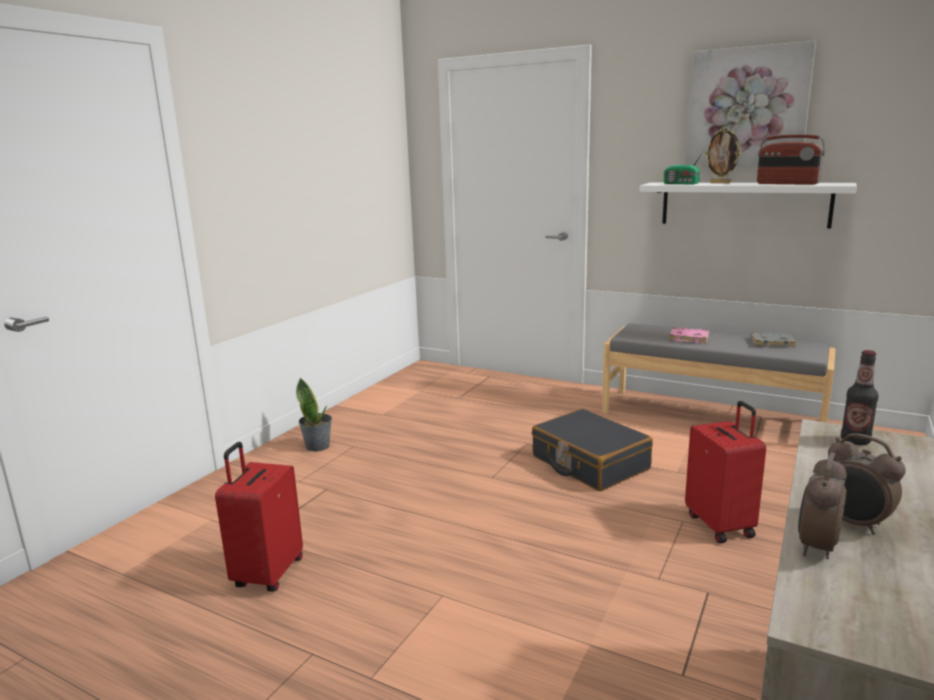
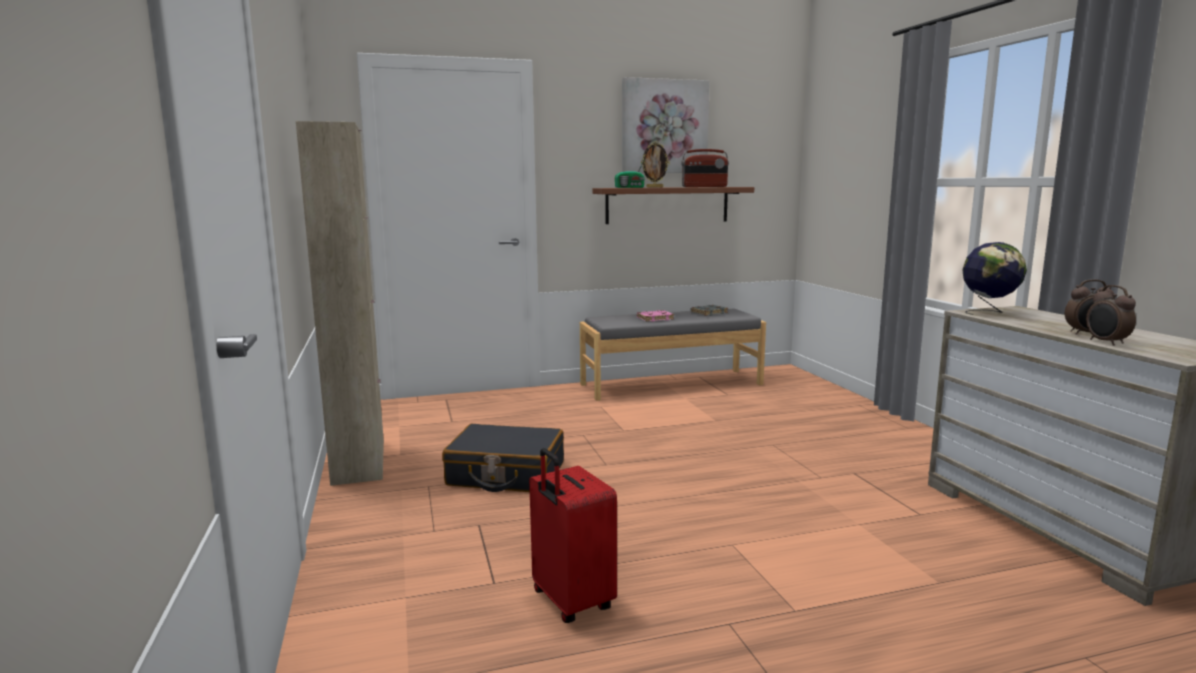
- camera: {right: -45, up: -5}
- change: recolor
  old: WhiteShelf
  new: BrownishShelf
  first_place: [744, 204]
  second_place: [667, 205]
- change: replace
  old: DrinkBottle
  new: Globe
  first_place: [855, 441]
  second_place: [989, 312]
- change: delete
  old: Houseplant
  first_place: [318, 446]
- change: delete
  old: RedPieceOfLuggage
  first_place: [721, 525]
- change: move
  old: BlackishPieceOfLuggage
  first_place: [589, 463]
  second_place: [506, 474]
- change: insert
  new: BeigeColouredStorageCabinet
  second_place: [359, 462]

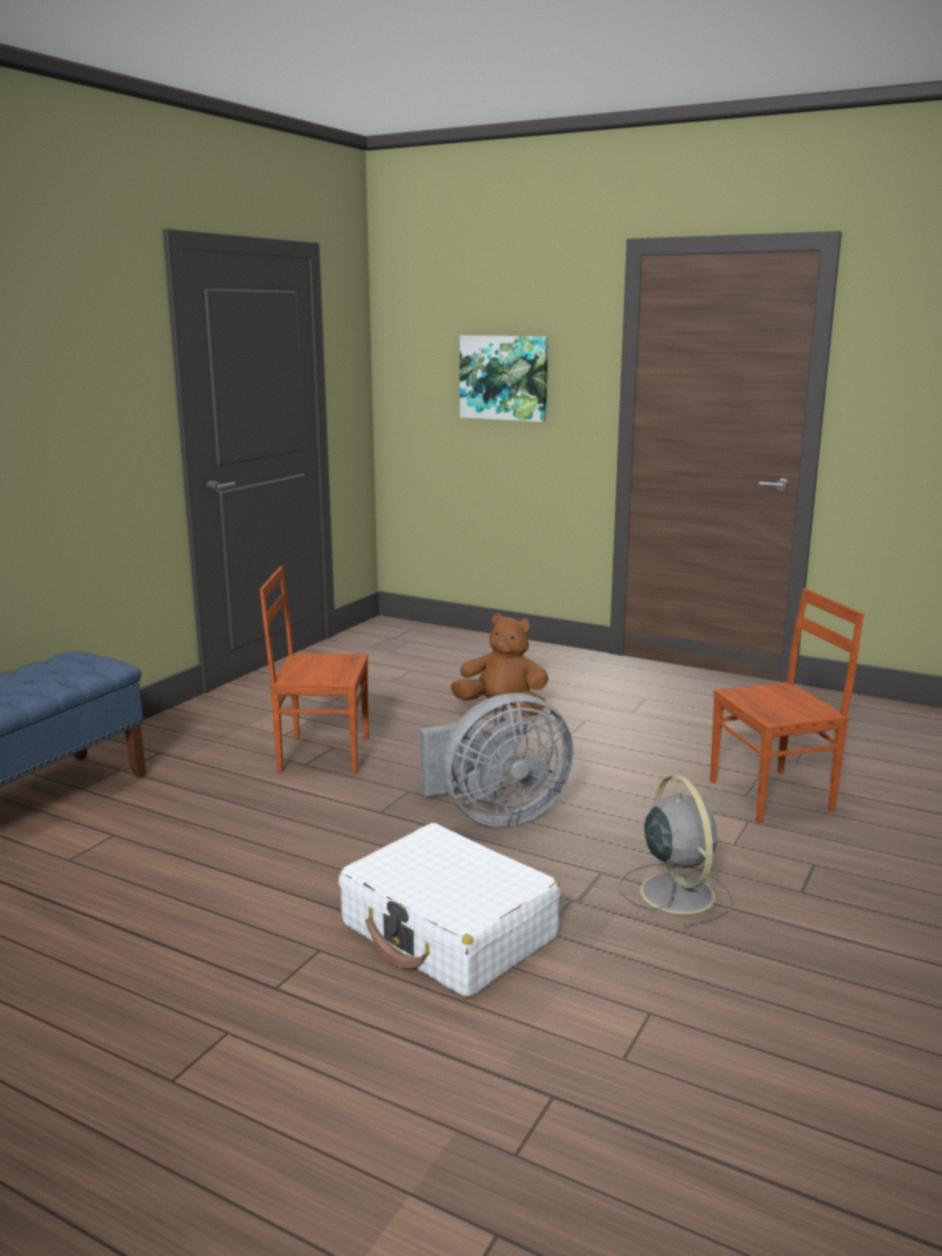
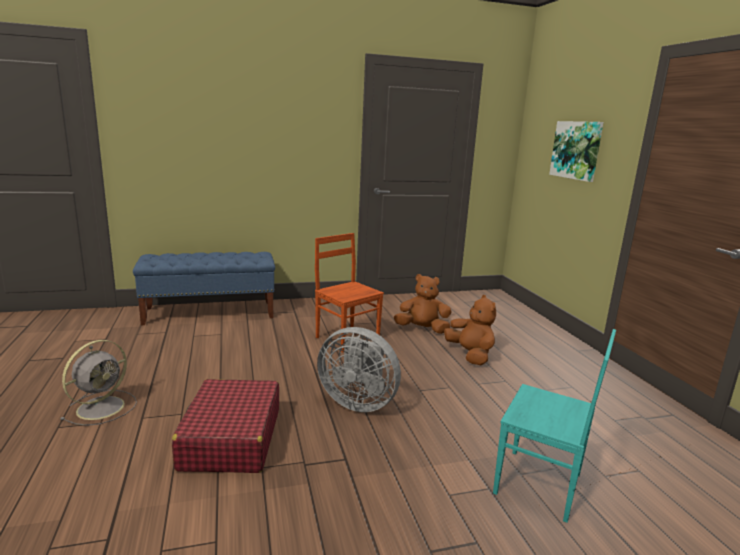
- camera: {right: 45, up: 0}
- change: recolor
  old: BrownishUprightChair
  new: TurquoiseUprightChair
  first_place: [773, 796]
  second_place: [539, 485]
- change: move
  old: GreyElectricFan
  first_place: [675, 892]
  second_place: [102, 407]
- change: recolor
  old: WhitePieceOfLuggage
  new: RedPieceOfLuggage
  first_place: [449, 932]
  second_place: [231, 439]
- change: insert
  new: BrownishPlushToy
  second_place: [422, 329]

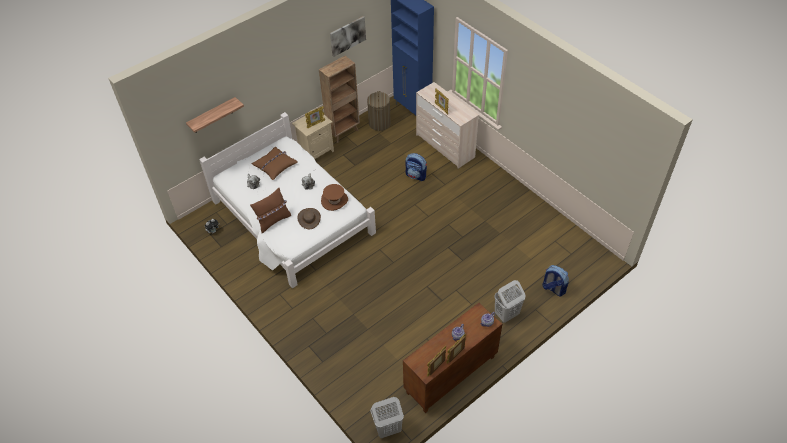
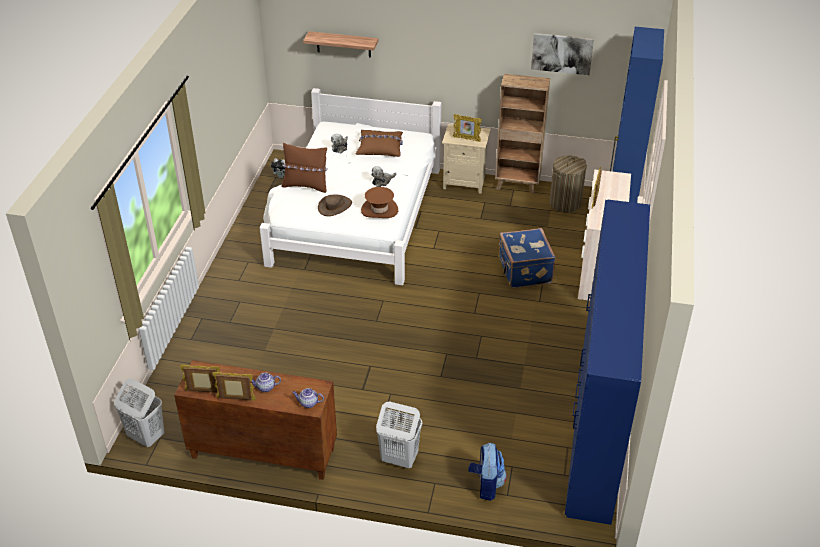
- camera: {right: 50, up: -10}
- change: replace
  old: Backpack
  new: BluishPieceOfLuggage
  first_place: [416, 175]
  second_place: [523, 271]
- change: insert
  new: BluishWardrobe
  second_place: [596, 423]

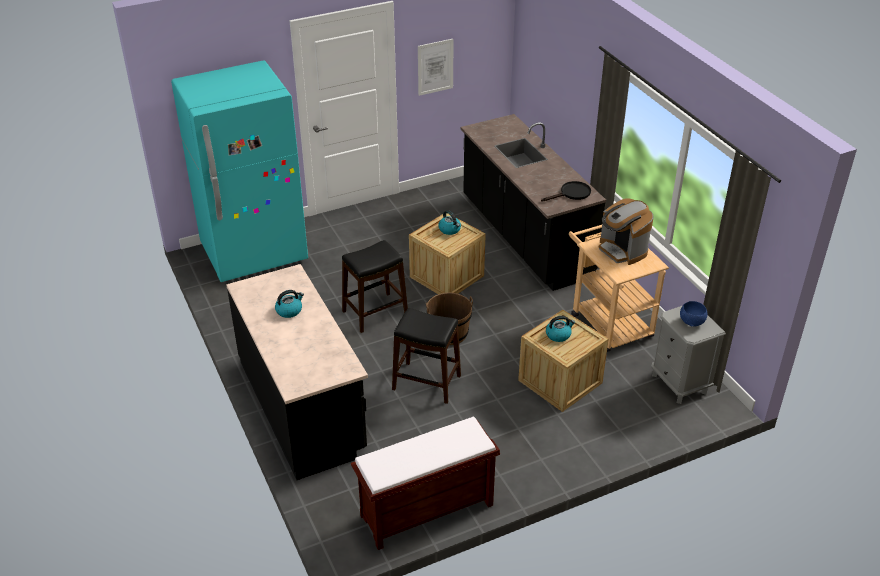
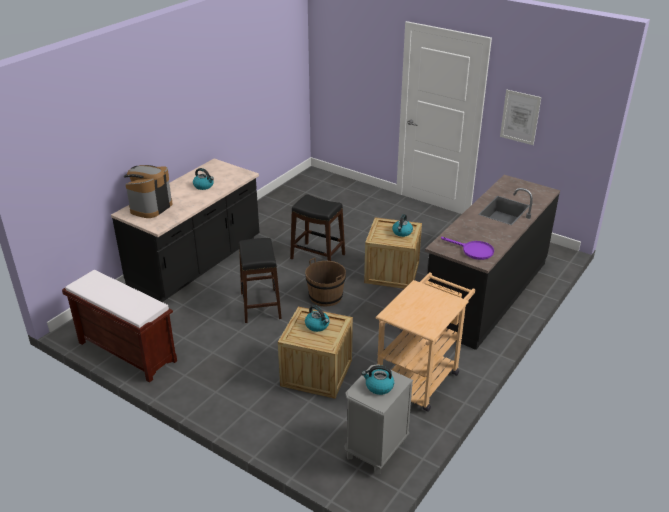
- camera: {right: 60, up: -5}
- change: delete
  old: TurquoiseKitchenFridge
  first_place: [254, 254]
- change: recolor
  old: BlackishSkillet
  new: PurpleColouredSkillet
  first_place: [571, 194]
  second_place: [473, 251]
- change: move
  old: CoffeeMachine
  first_place: [622, 250]
  second_place: [150, 207]
- change: replace
  old: BluishDeepDish
  new: TeaKettle
  first_place: [692, 322]
  second_place: [379, 386]

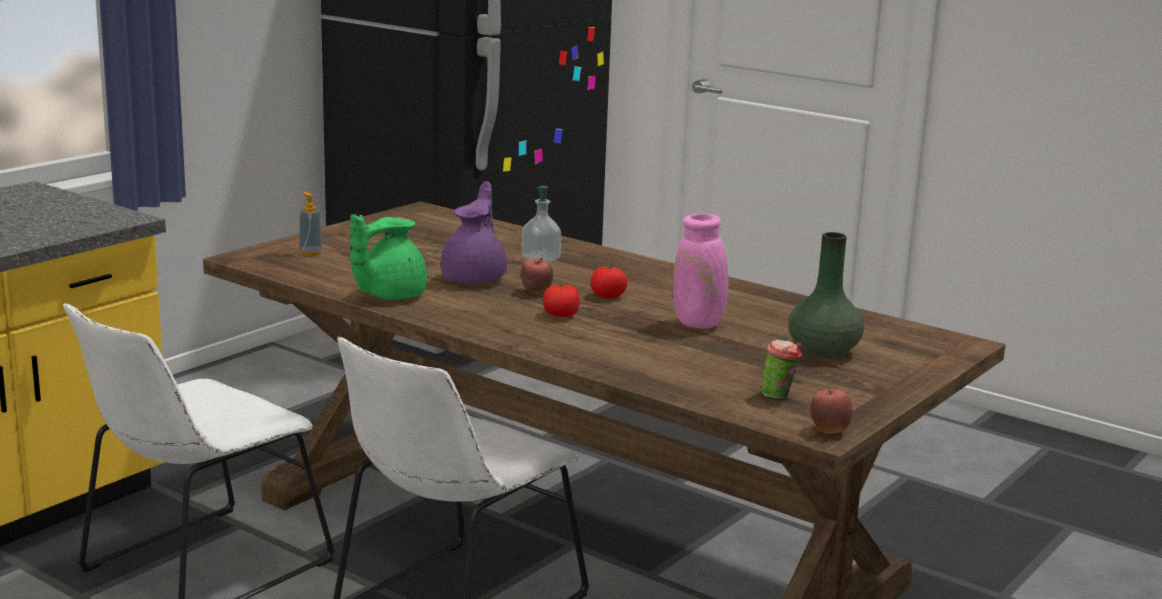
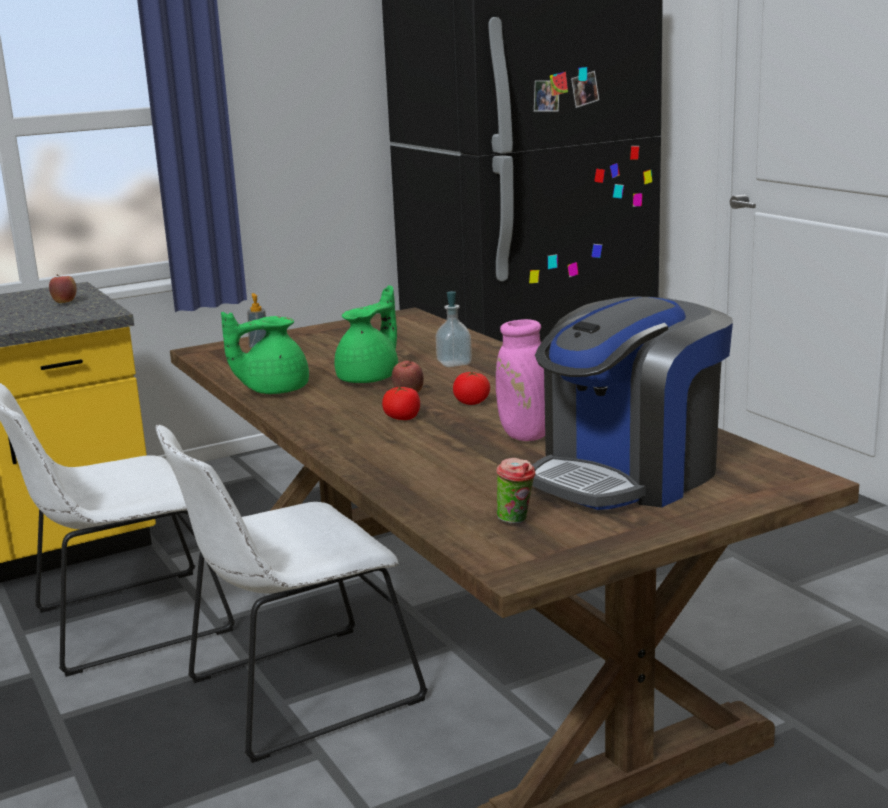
- camera: {right: 25, up: 0}
- change: recolor
  old: PurpleColouredPotForTea
  new: GreenPotForTea
  first_place: [475, 278]
  second_place: [370, 378]
- change: replace
  old: GreenDecorativeVase
  new: CoffeeMachine
  first_place: [824, 351]
  second_place: [628, 475]
- change: move
  old: Apple
  first_place: [829, 431]
  second_place: [65, 303]

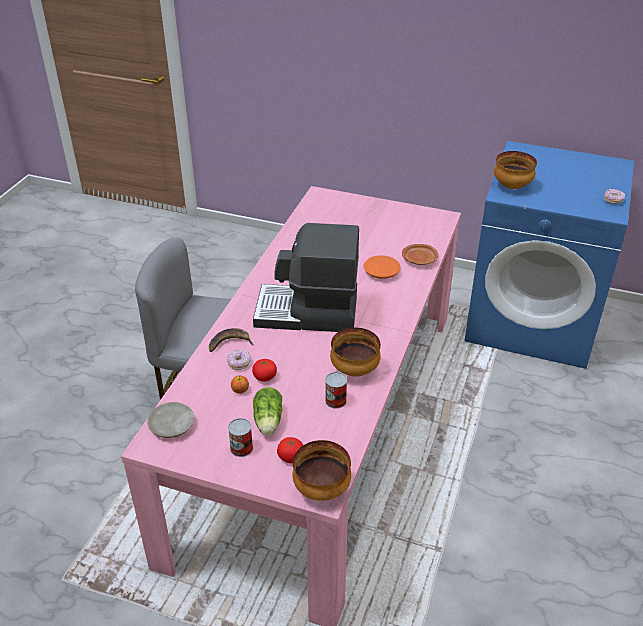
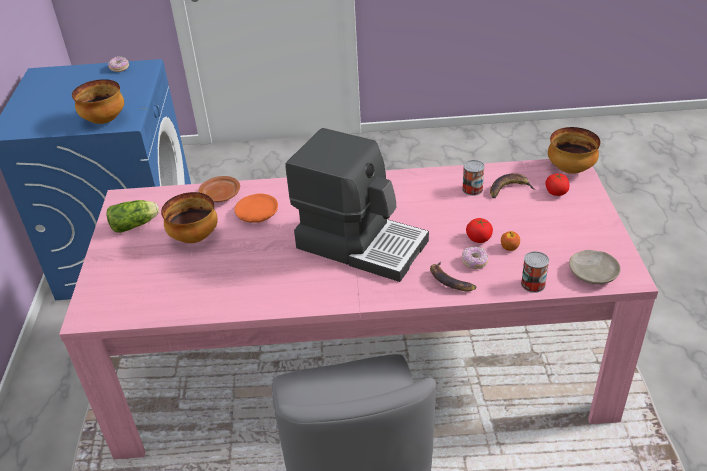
- camera: {right: -110, up: 0}
- change: rotate
  old: CoffeeMachine
  first_place: [307, 313]
  second_place: [361, 243]
  degrees: -45
- change: move
  old: DeepDish
  first_place: [354, 370]
  second_place: [195, 237]
- change: move
  old: LettuceHead
  first_place: [268, 422]
  second_place: [136, 225]
- change: move
  old: SealedCan
  first_place: [241, 448]
  second_place: [533, 284]
- change: insert
  new: BananaFruit
  second_place: [509, 189]

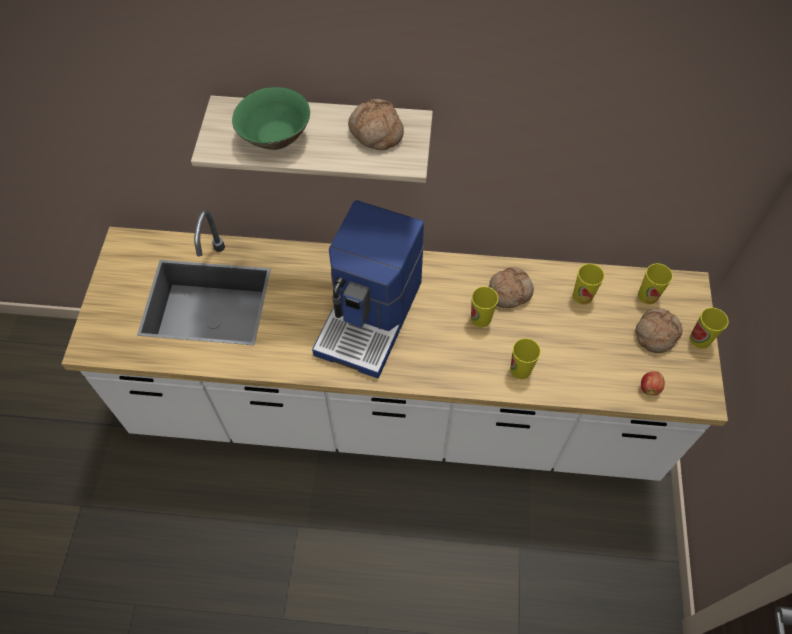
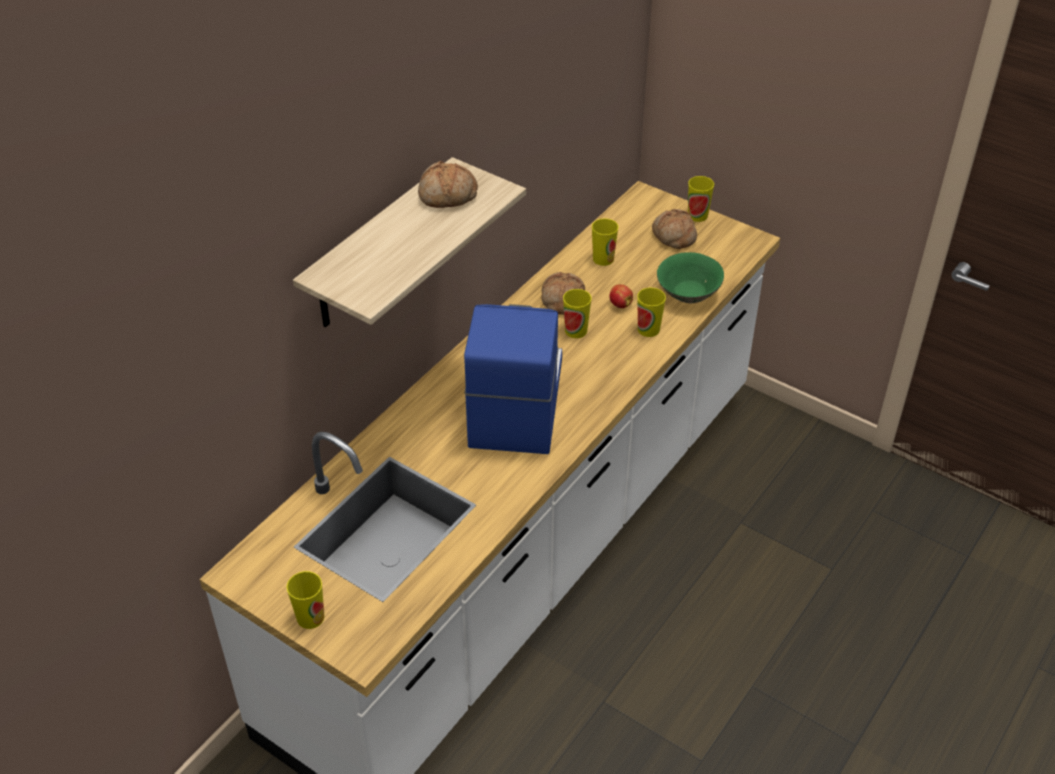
- camera: {right: -60, up: -15}
- change: move
  old: GreenDeepDish
  first_place: [275, 136]
  second_place: [688, 294]
- change: rotate
  old: CoffeeMachine
  first_place: [371, 317]
  second_place: [514, 403]
  degrees: -135
- change: move
  old: Cup
  first_place: [647, 295]
  second_place: [310, 617]
- change: move
  old: Apple
  first_place: [649, 387]
  second_place: [620, 304]

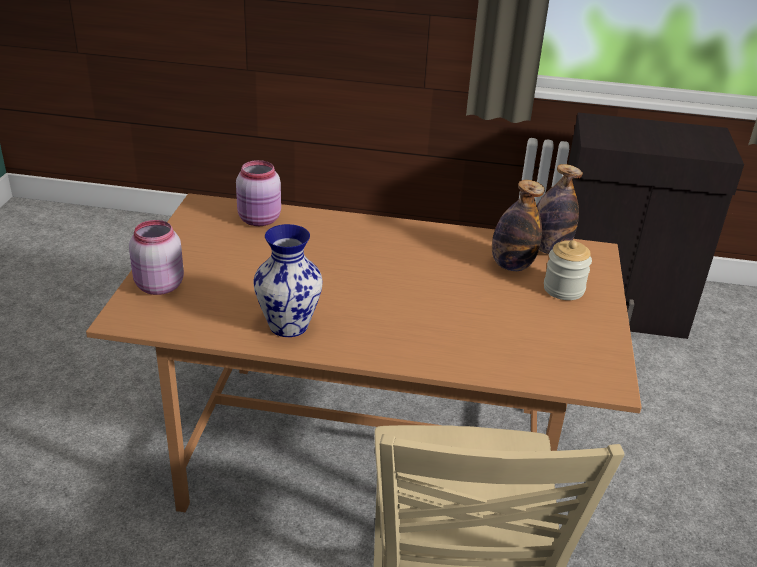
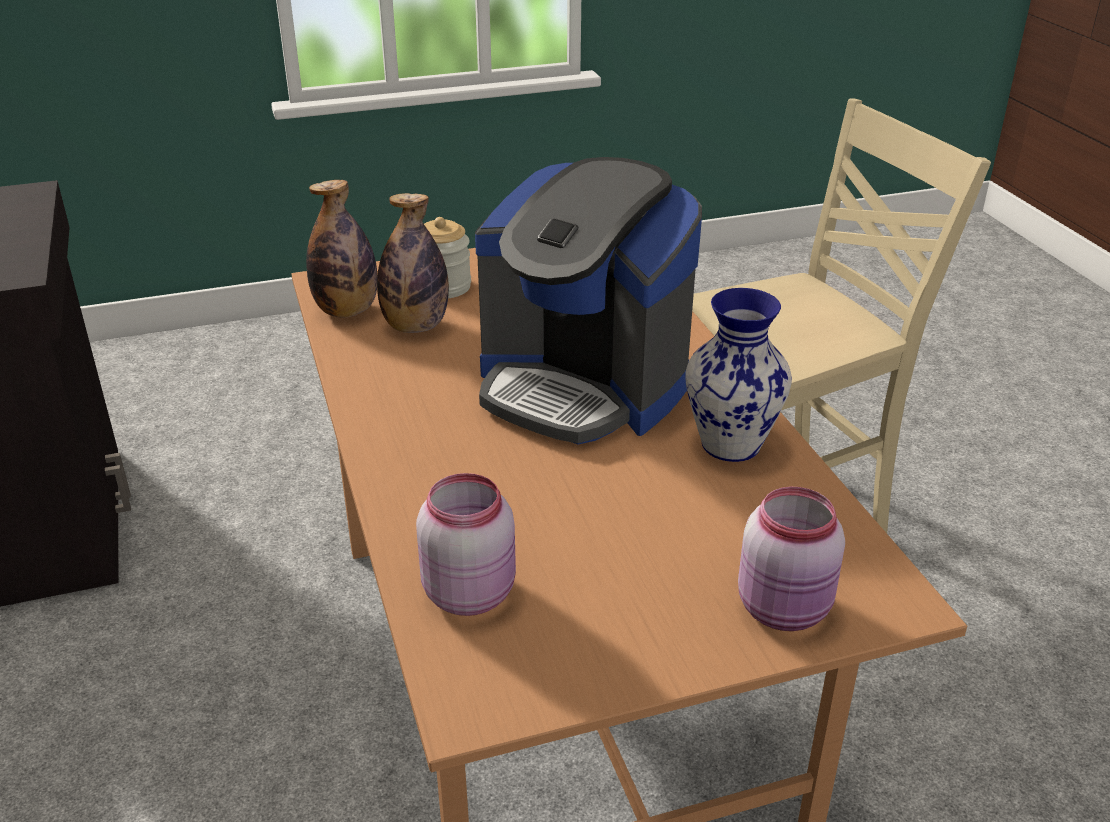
- camera: {right: -115, up: 0}
- change: insert
  new: CoffeeMachine
  second_place: [582, 386]

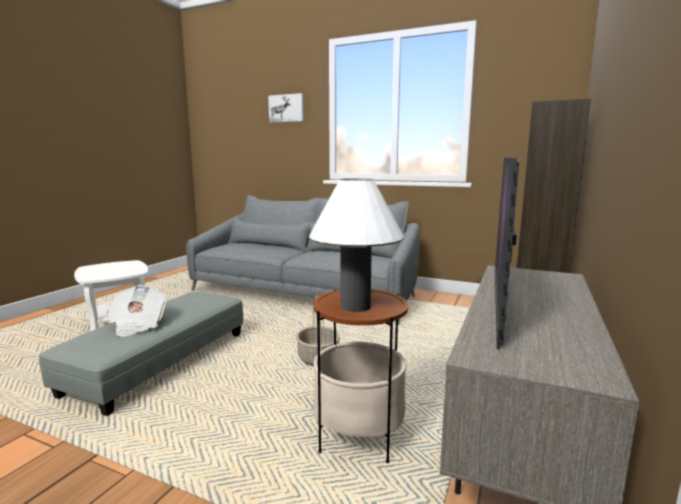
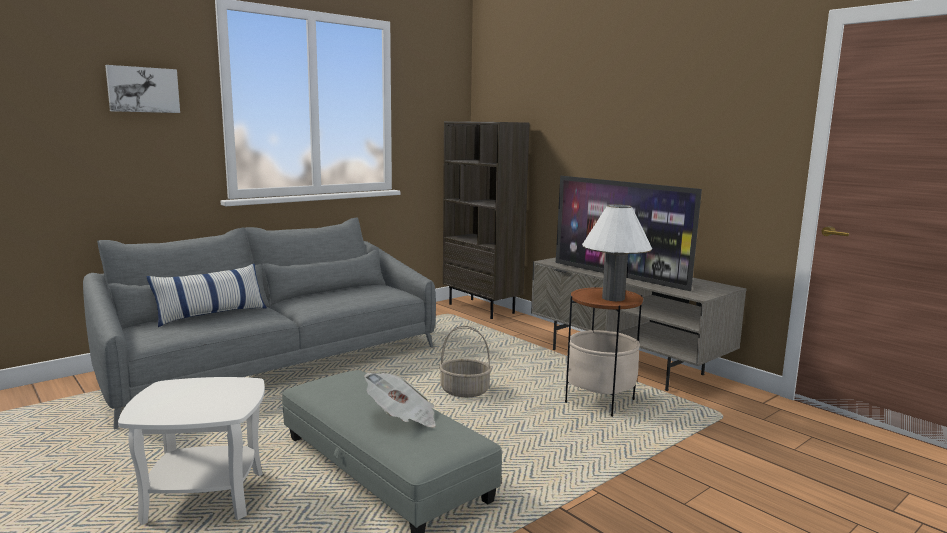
- camera: {right: -65, up: 0}
- change: insert
  new: Cushion
  second_place: [211, 314]

